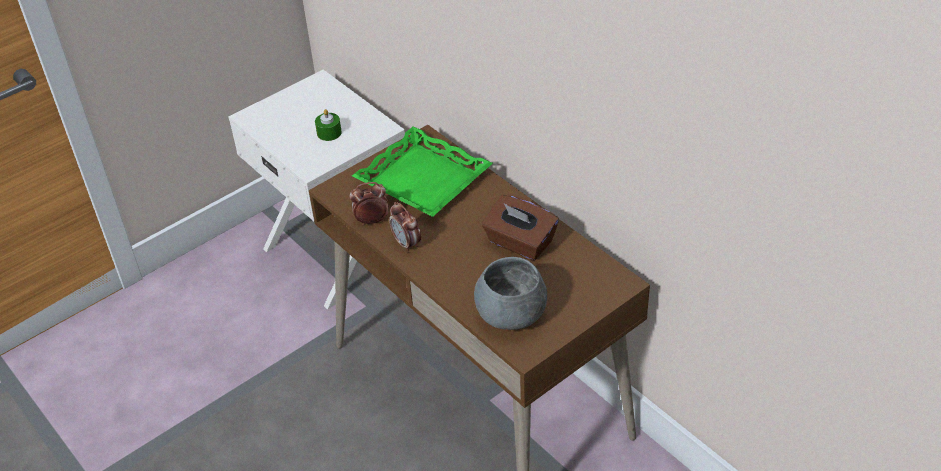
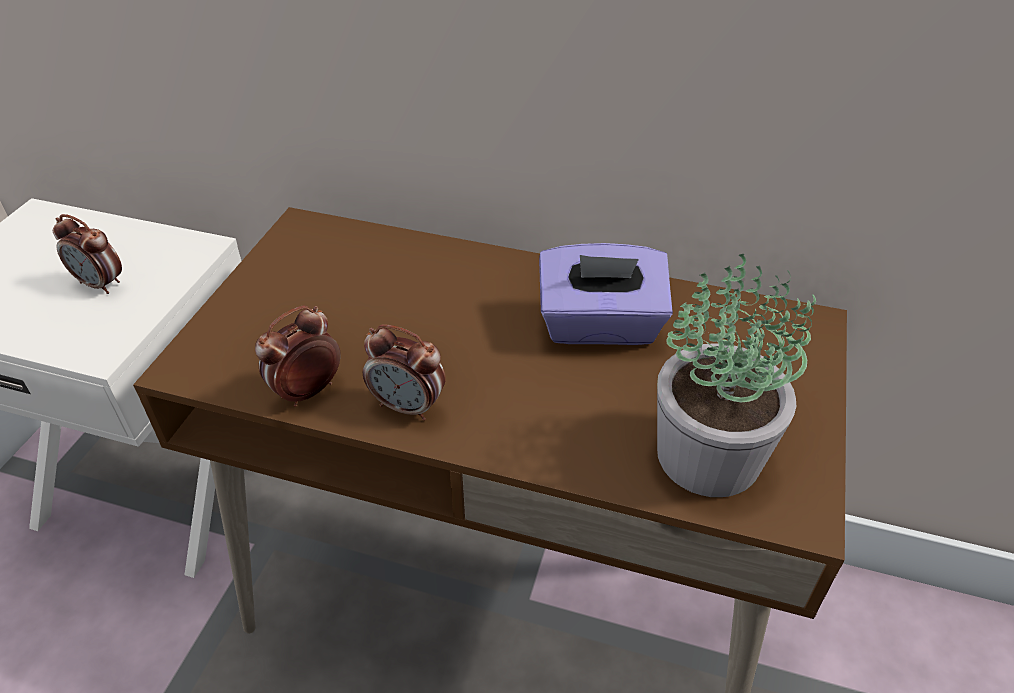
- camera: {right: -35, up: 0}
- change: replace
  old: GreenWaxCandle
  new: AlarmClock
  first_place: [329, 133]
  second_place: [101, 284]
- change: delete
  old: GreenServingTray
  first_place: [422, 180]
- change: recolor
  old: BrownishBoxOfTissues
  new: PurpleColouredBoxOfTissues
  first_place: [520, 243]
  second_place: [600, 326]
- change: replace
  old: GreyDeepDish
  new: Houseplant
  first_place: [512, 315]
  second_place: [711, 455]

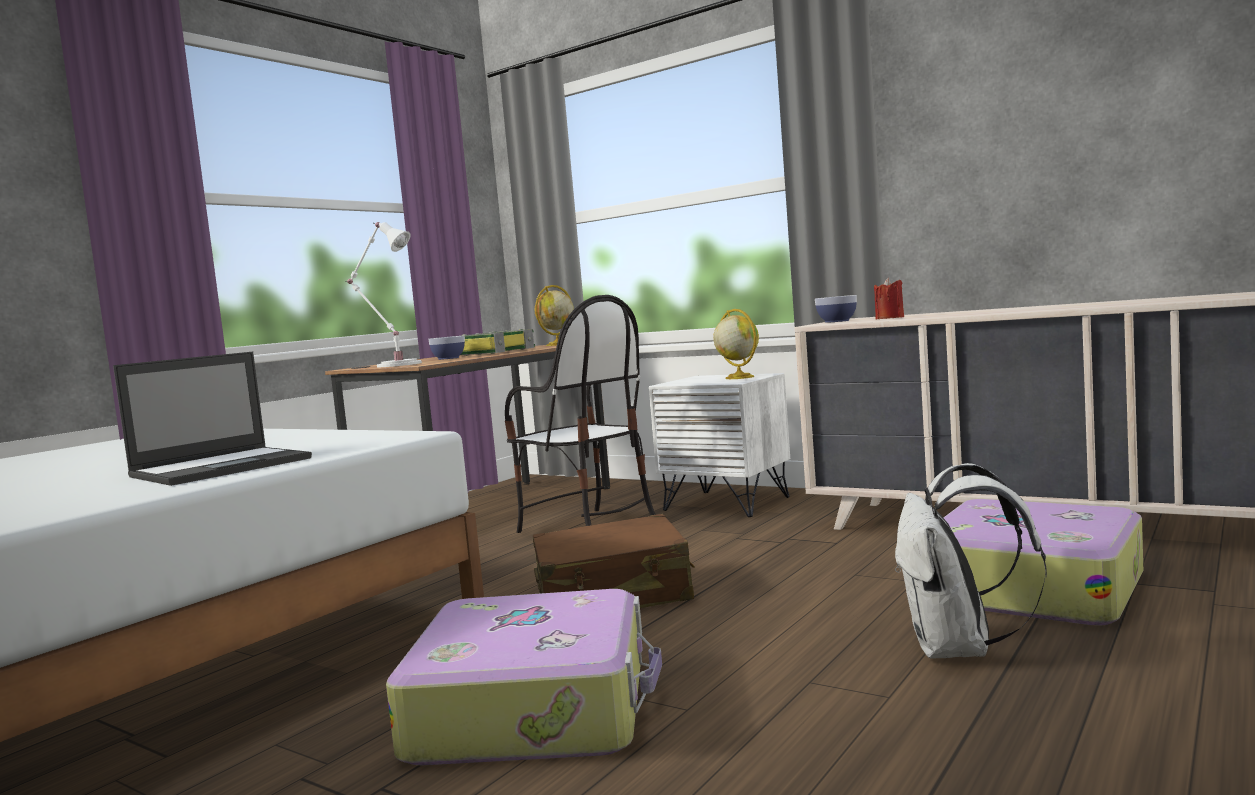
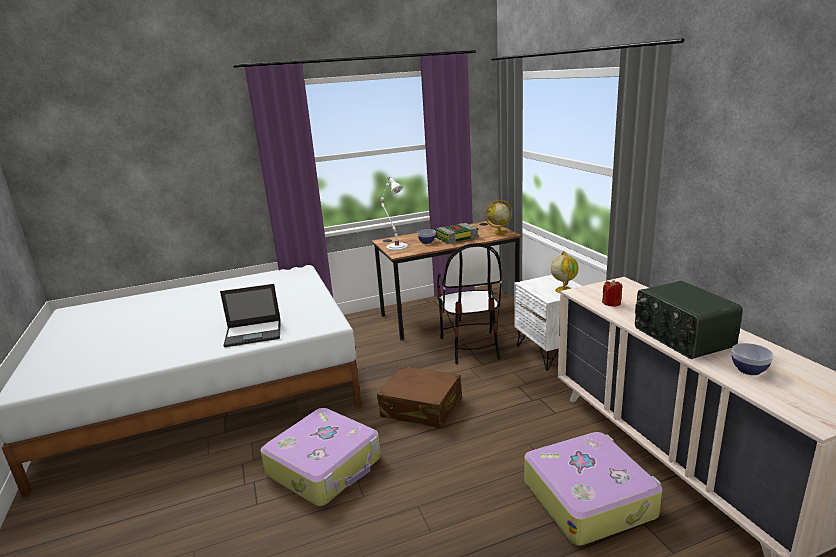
- camera: {right: 35, up: 15}
- change: move
  old: DeepDish
  first_place: [837, 321]
  second_place: [749, 370]
- change: delete
  old: WhiteBackpack
  first_place: [958, 649]
- change: insert
  new: RadioSet
  second_place: [681, 337]

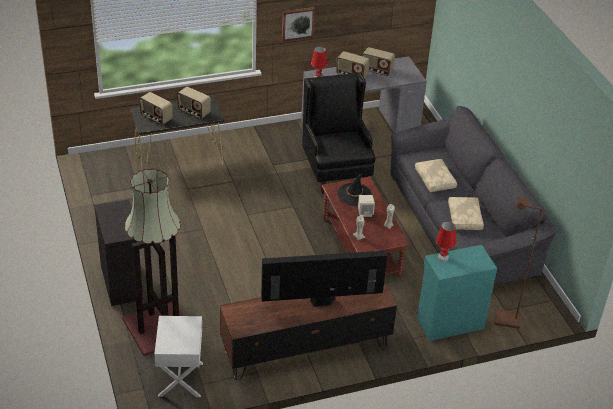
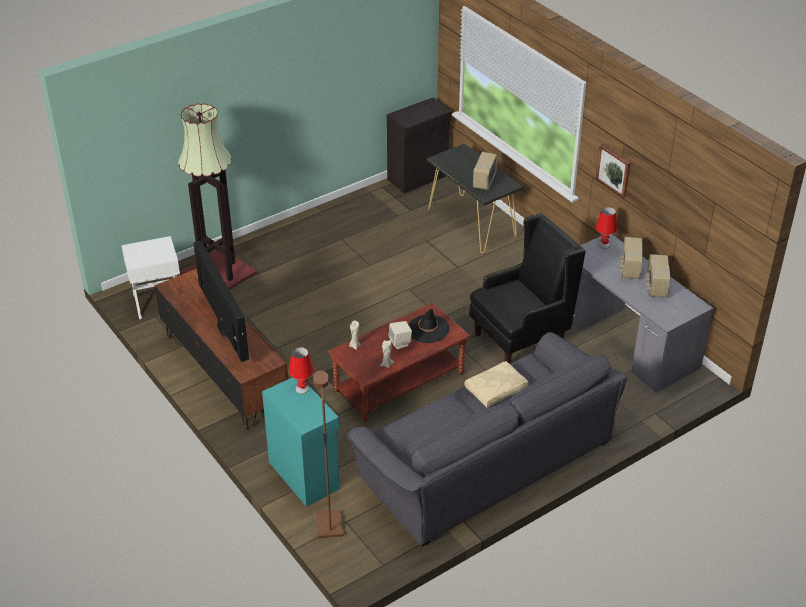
- camera: {right: 75, up: 0}
- change: delete
  old: RadioSet
  first_place: [156, 118]
- change: delete
  old: BeigeColouredCushion
  first_place: [465, 218]
- change: move
  old: BlackishStorageCabinet
  first_place: [122, 282]
  second_place: [418, 177]

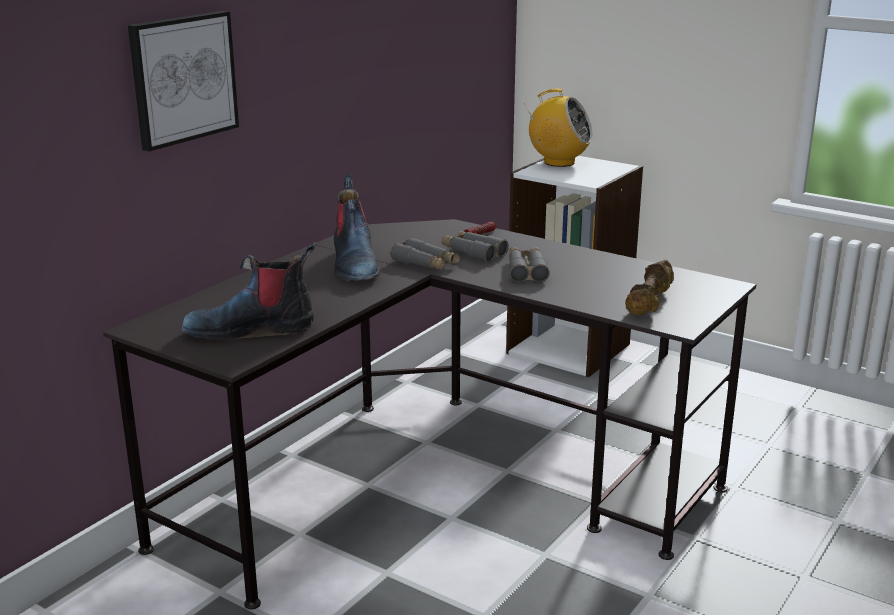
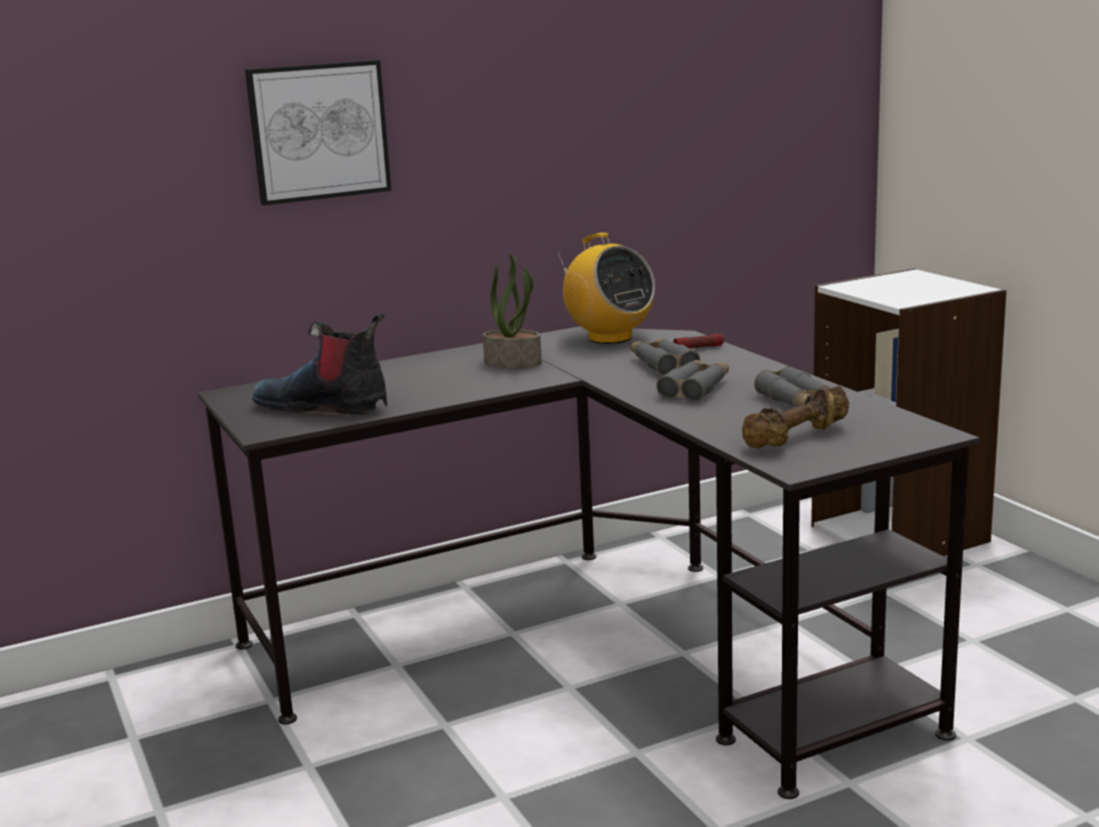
- camera: {right: 30, up: -5}
- change: move
  old: RadioSet
  first_place: [558, 162]
  second_place: [609, 338]
- change: replace
  old: HighTopBoot
  new: Houseplant
  first_place: [354, 264]
  second_place: [514, 362]
- change: move
  old: GreyBinoculars
  first_place: [426, 263]
  second_place: [798, 402]

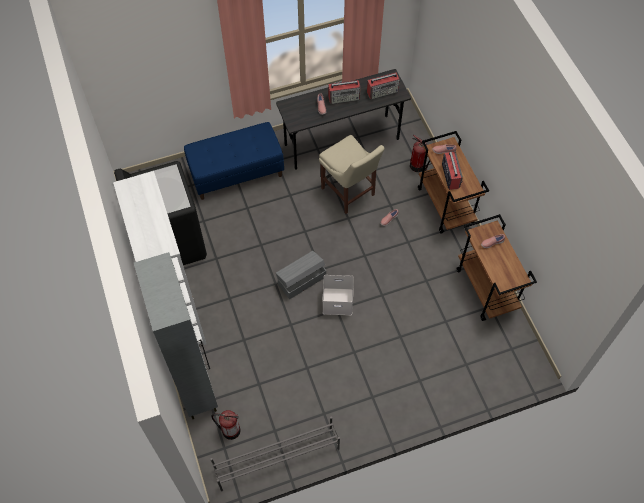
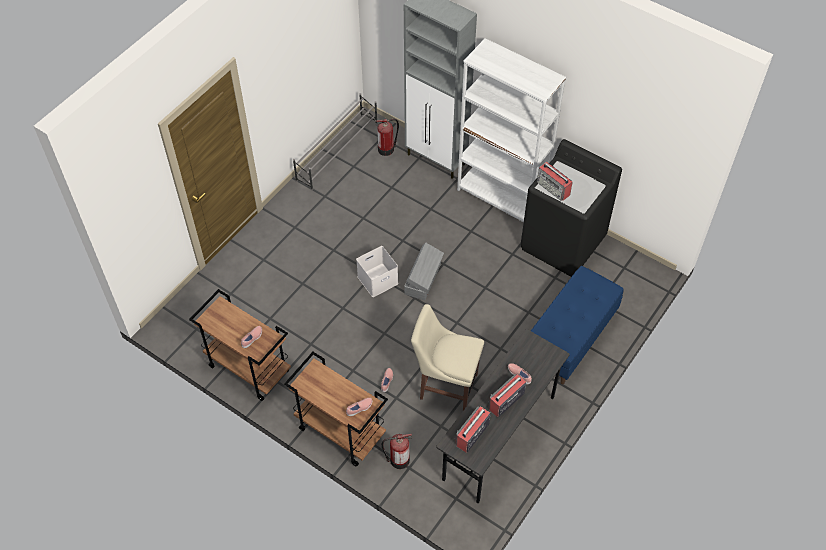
- camera: {right: 145, up: -5}
- change: move
  old: RadioSet
  first_place: [450, 175]
  second_place: [553, 188]

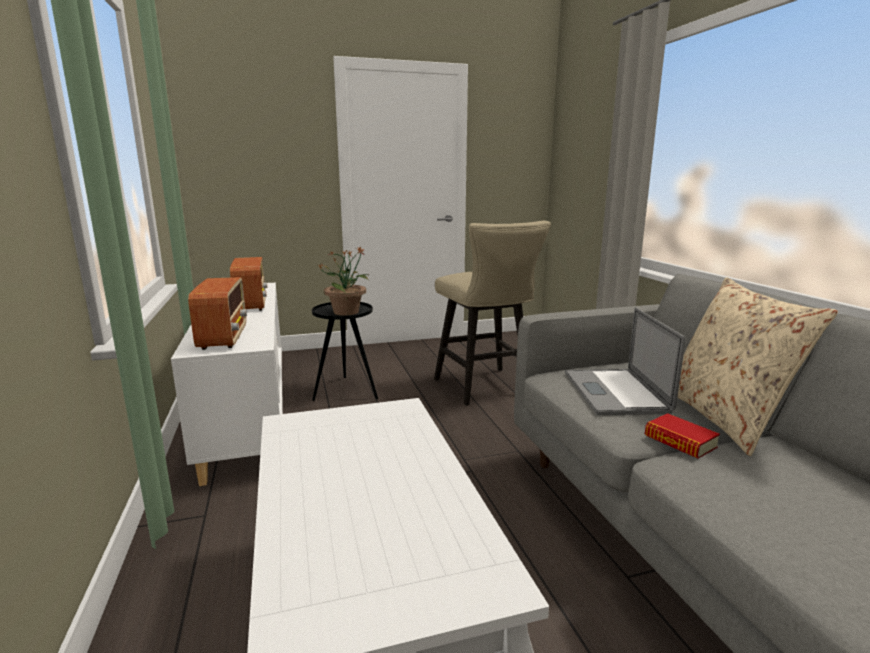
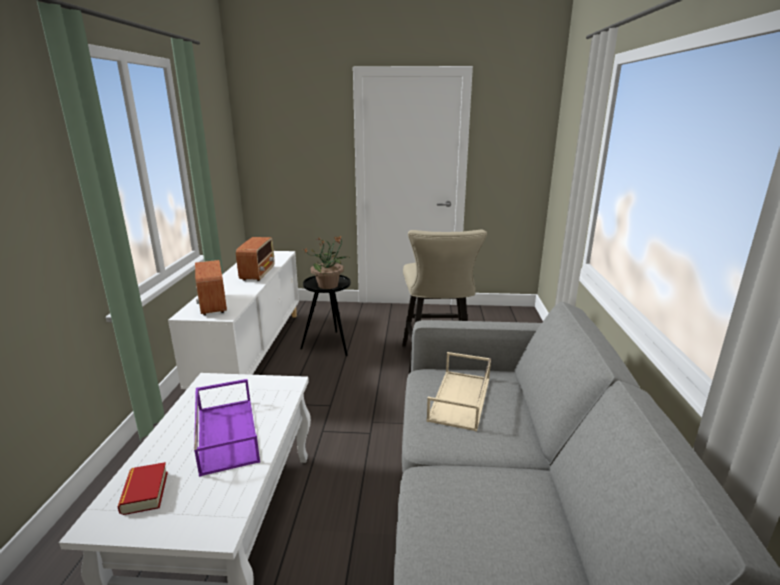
- camera: {right: 20, up: 5}
- change: rotate
  old: RadioSet
  first_place: [223, 337]
  second_place: [213, 305]
  degrees: 150
- change: delete
  old: BeigeColouredCushion
  first_place: [725, 418]
- change: replace
  old: PortableComputer
  new: BeigeColouredServingTray
  first_place: [615, 391]
  second_place: [461, 400]
- change: move
  old: Volume
  first_place: [680, 441]
  second_place: [145, 492]
- change: insert
  new: PurpleColouredServingTray
  second_place: [226, 434]

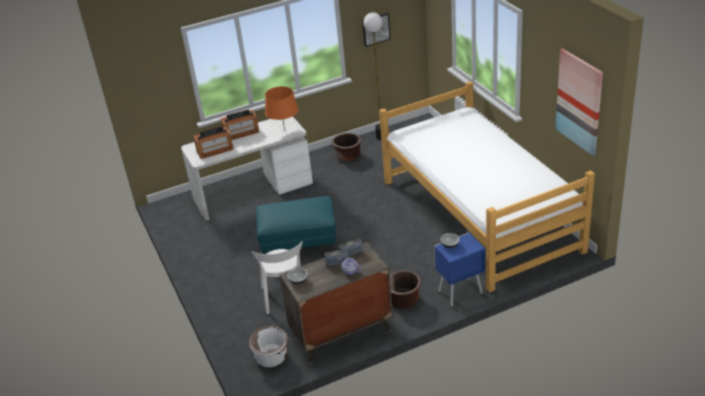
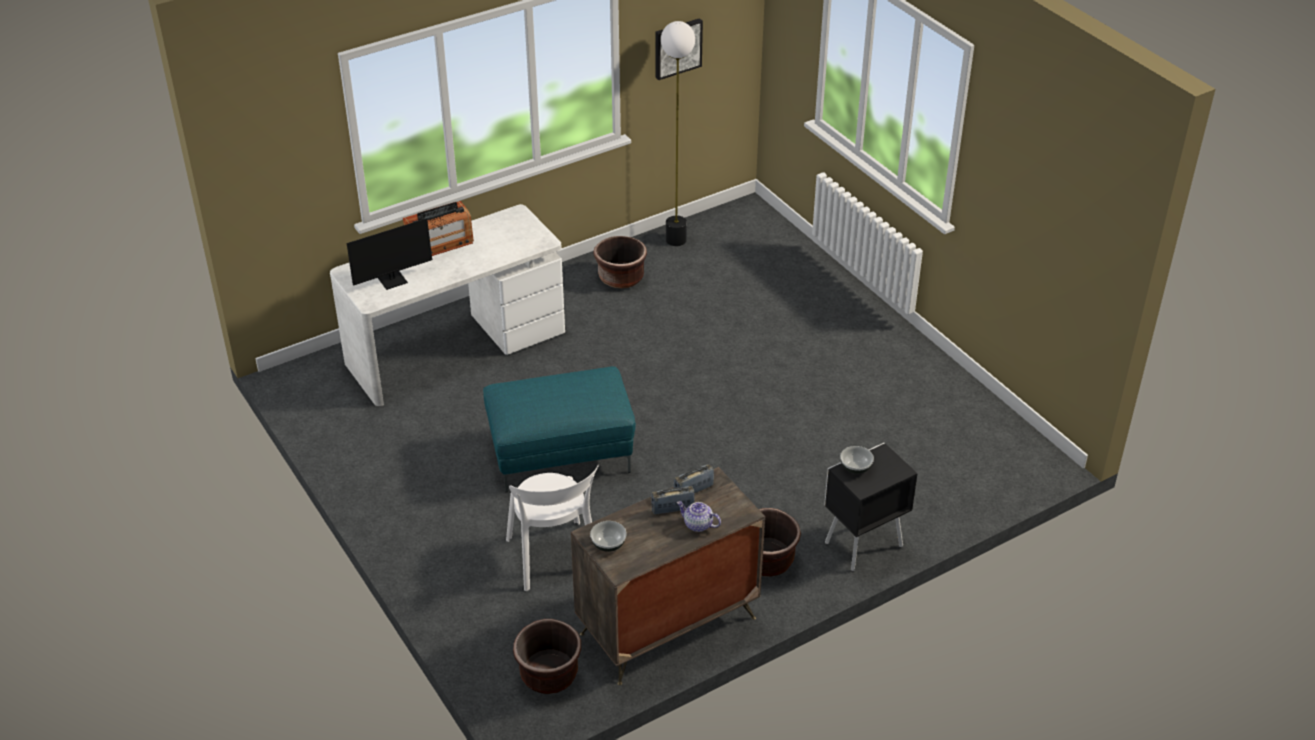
- camera: {right: -10, up: 5}
- change: delete
  old: Picture
  first_place: [579, 101]
- change: delete
  old: SleepingBed
  first_place: [478, 215]
- change: delete
  old: OrangeyTableLamp
  first_place: [284, 130]
- change: replace
  old: RadioSet
  new: ComputerDisplay
  first_place: [215, 150]
  second_place: [397, 279]
- change: recolor
  old: BluishBedsideTable
  new: BlackishBedsideTable
  first_place: [459, 292]
  second_place: [861, 545]
- change: recolor
  old: WhitePlantPot
  new: BrownishPlantPot
  first_place: [271, 357]
  second_place: [549, 674]

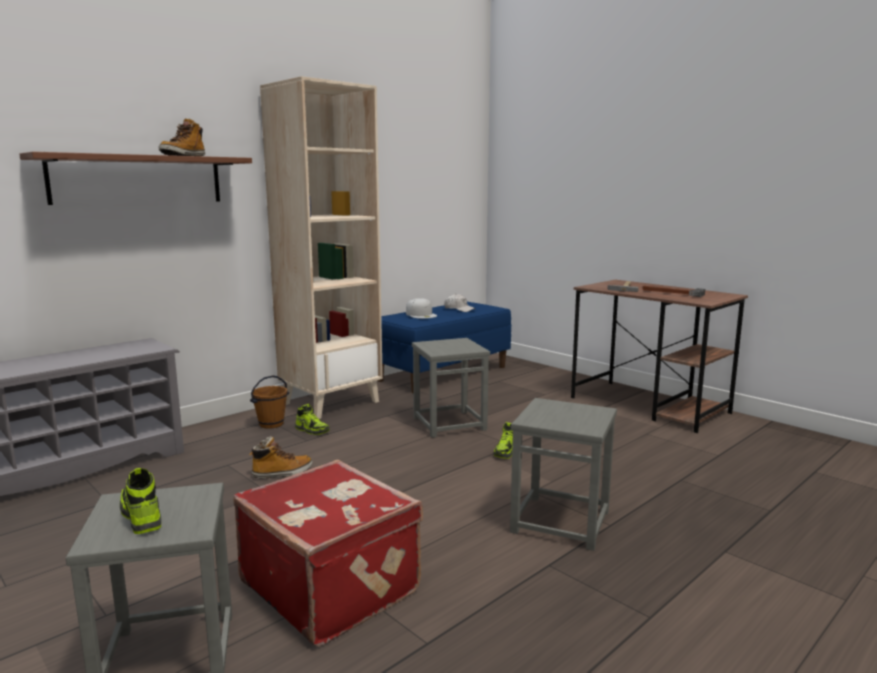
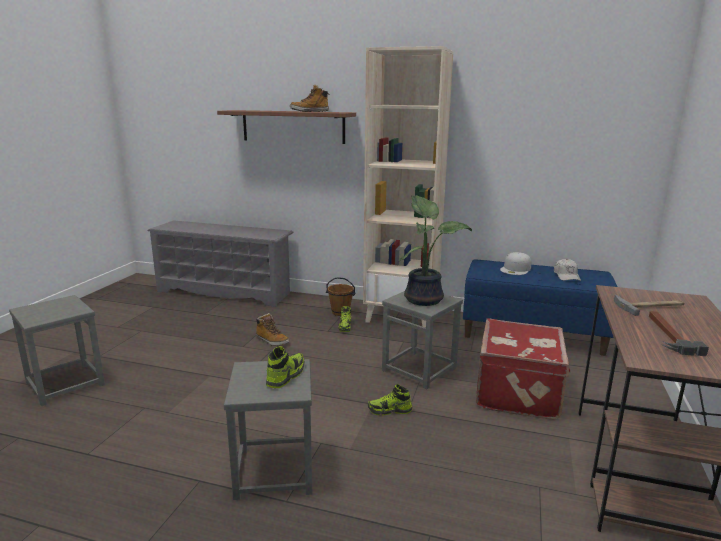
- camera: {right: 60, up: 5}
- change: move
  old: RedPieceOfLuggage
  first_place: [332, 585]
  second_place: [519, 392]
- change: move
  old: LowShoe
  first_place: [141, 516]
  second_place: [286, 376]
- change: insert
  new: Houseplant
  second_place: [424, 299]

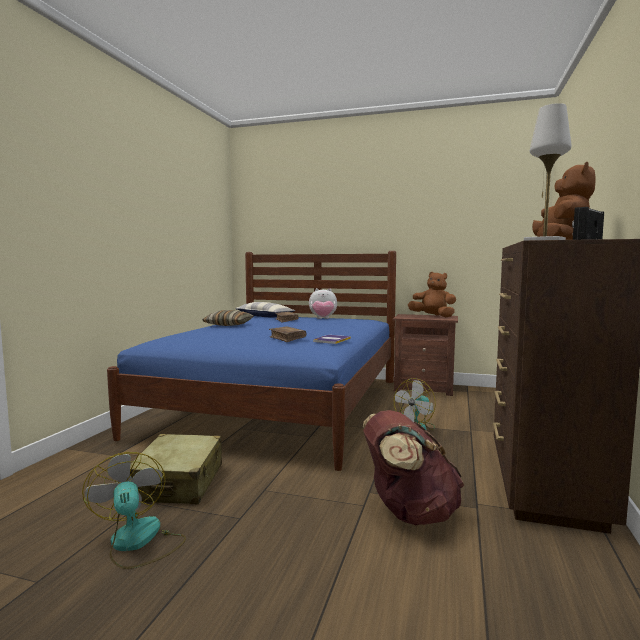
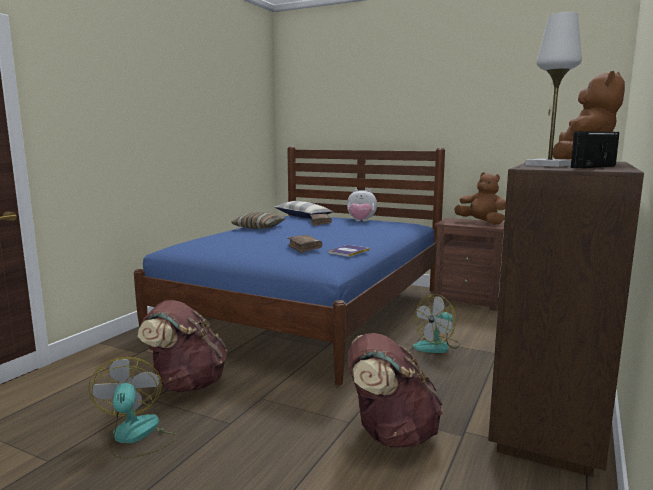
- camera: {right: 10, up: 5}
- change: replace
  old: BeigeColouredPieceOfLuggage
  new: BrownishBackpack
  first_place: [178, 482]
  second_place: [186, 384]

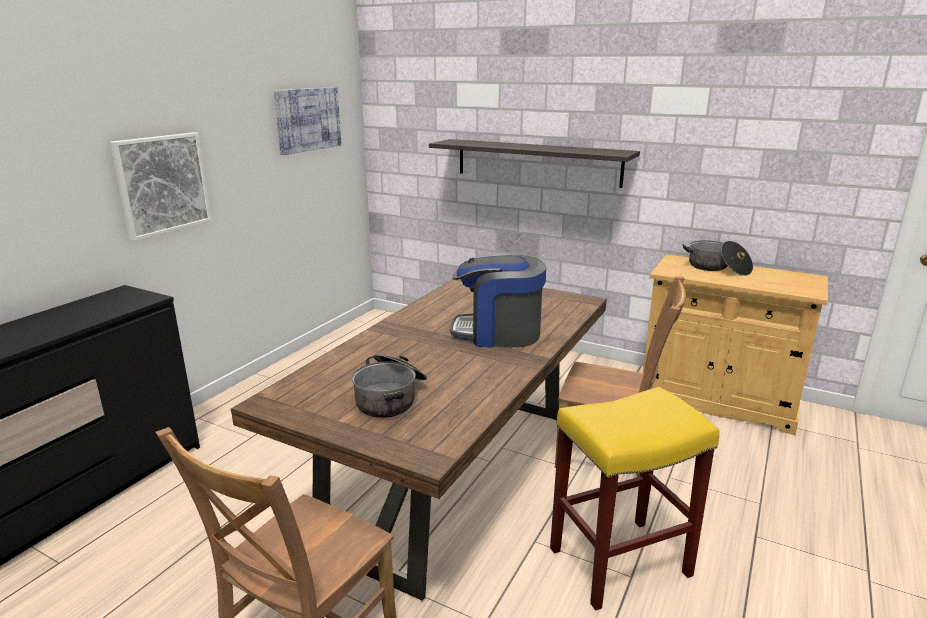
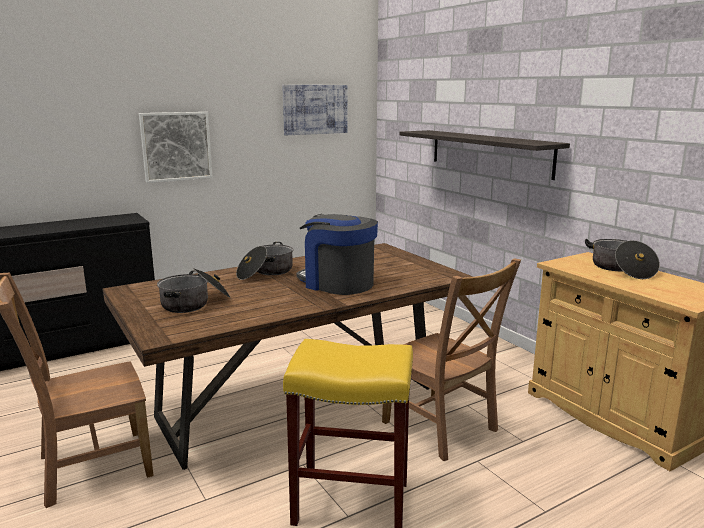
- camera: {right: 30, up: -5}
- change: insert
  new: Stockpot
  second_place: [265, 272]

